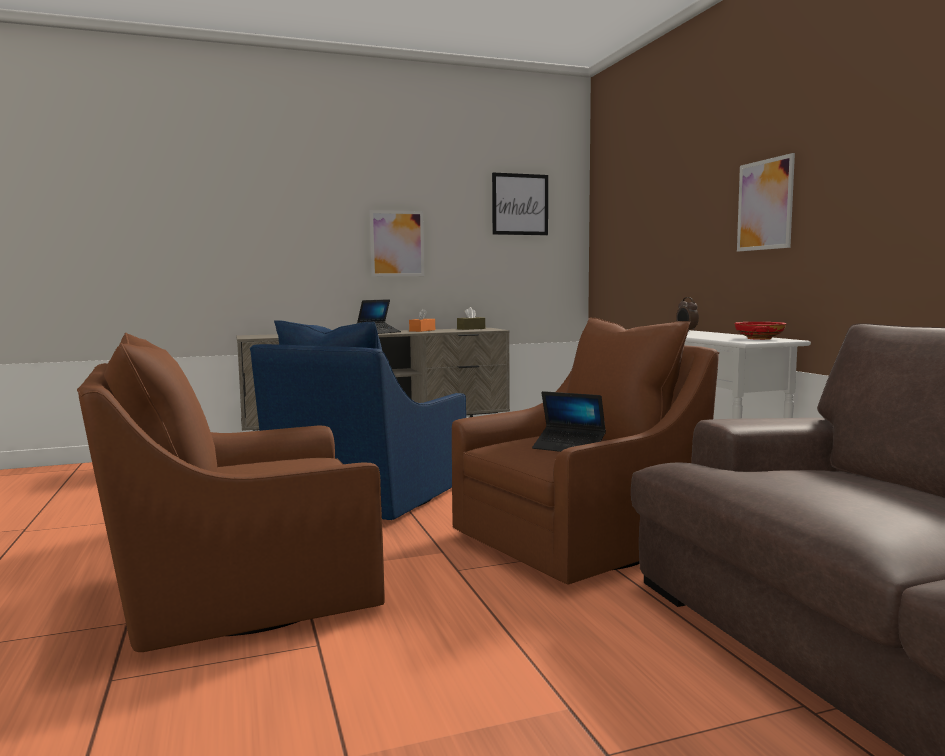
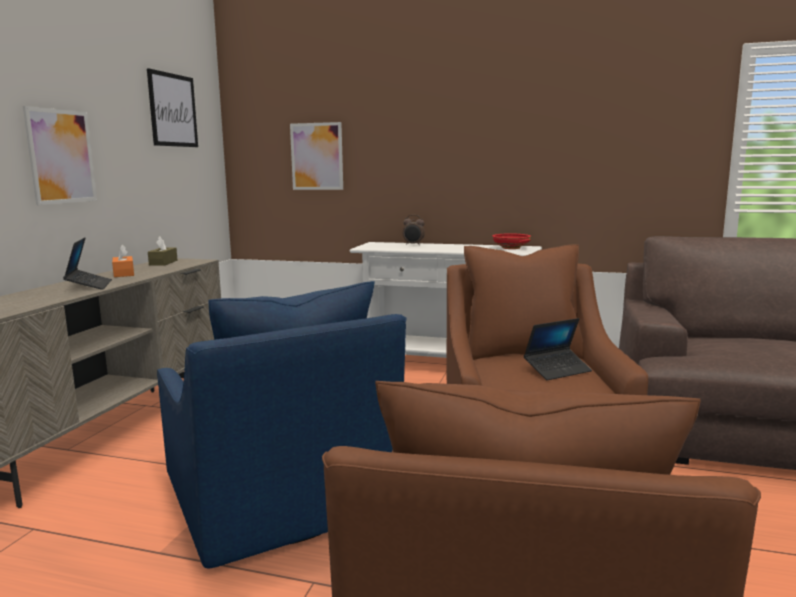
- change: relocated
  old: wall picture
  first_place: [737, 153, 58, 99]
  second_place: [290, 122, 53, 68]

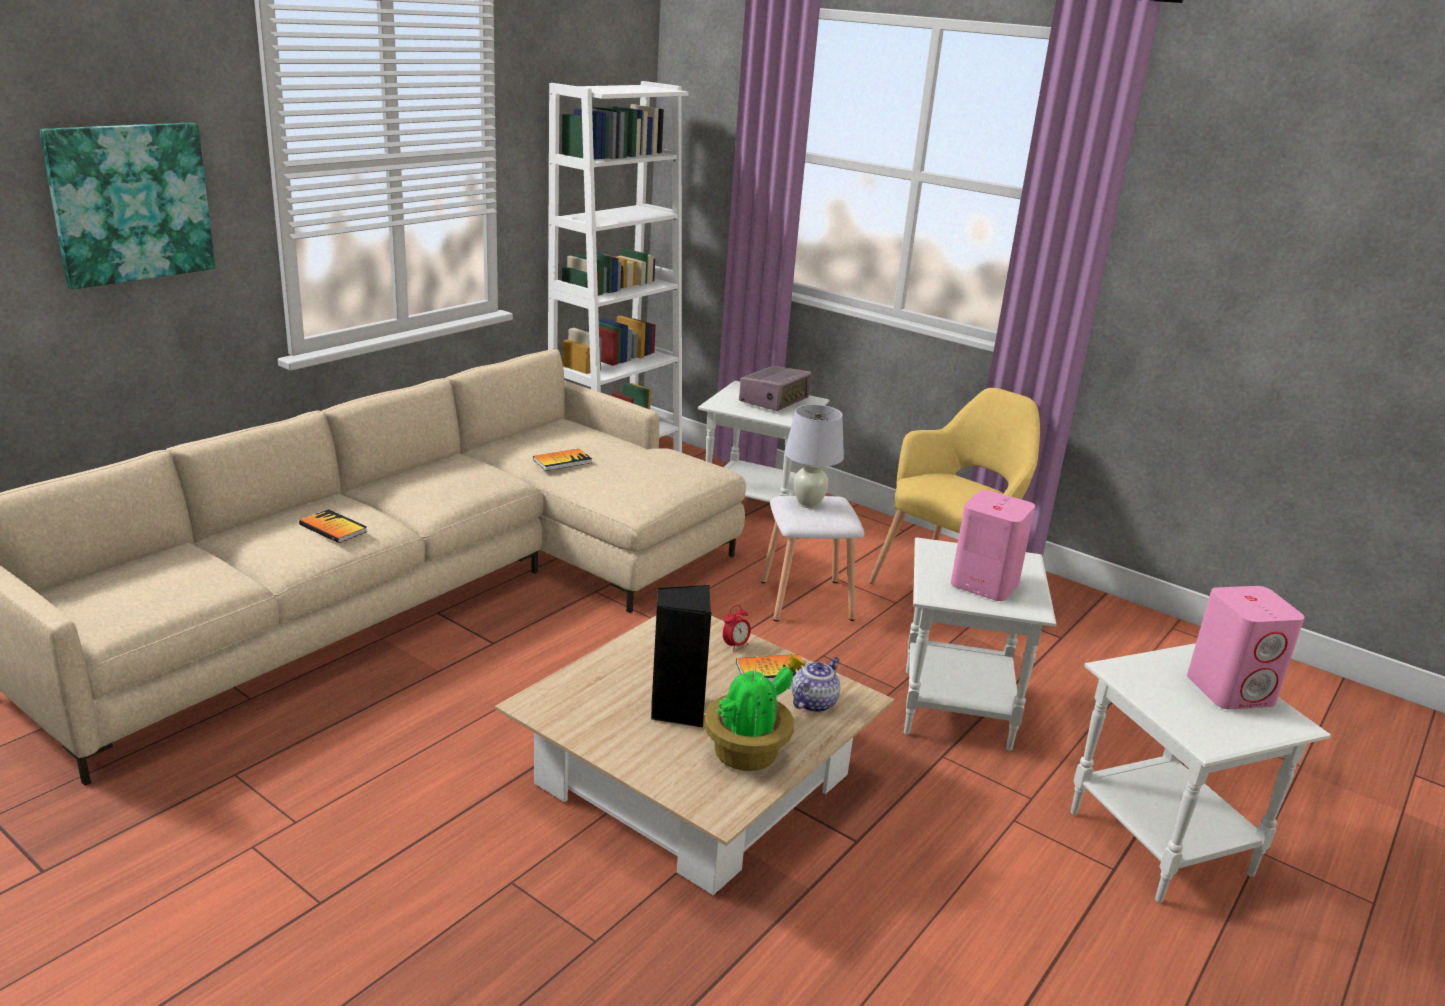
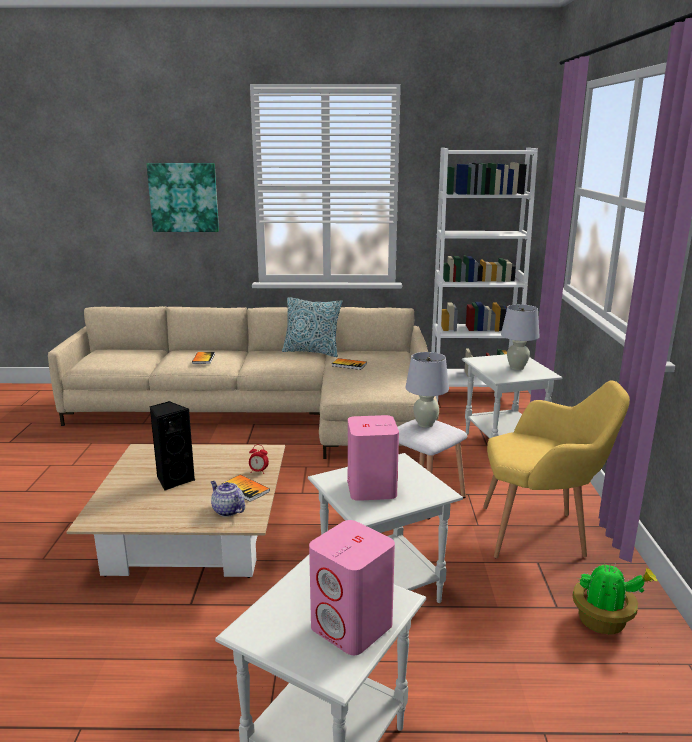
- change: appeared
  new: pillow
  second_place: [282, 297, 60, 60]
- change: relocated
  old: houseplant
  first_place: [704, 654, 101, 117]
  second_place: [572, 561, 86, 73]
- change: exchanged
  old: radio
  new: white-coloured tabletop lamp
  first_place: [739, 366, 73, 45]
  second_place: [501, 304, 39, 66]
- change: spun
  old: pot for tea
  first_place: [792, 657, 48, 56]
  second_place: [211, 481, 34, 36]
  degrees: -135

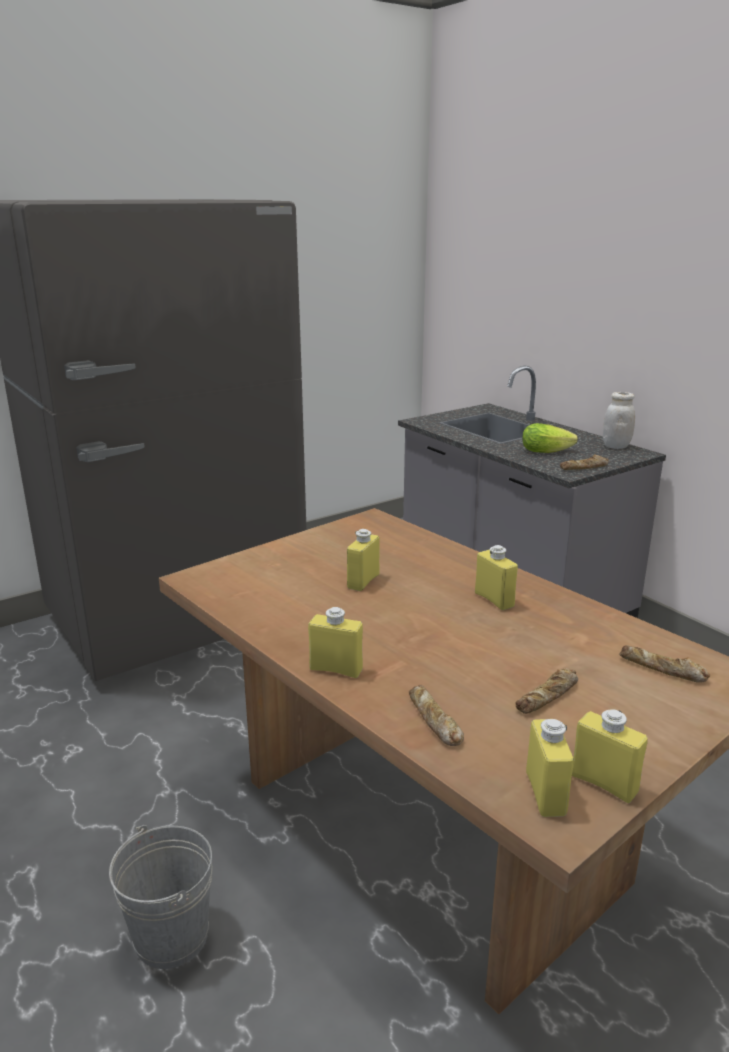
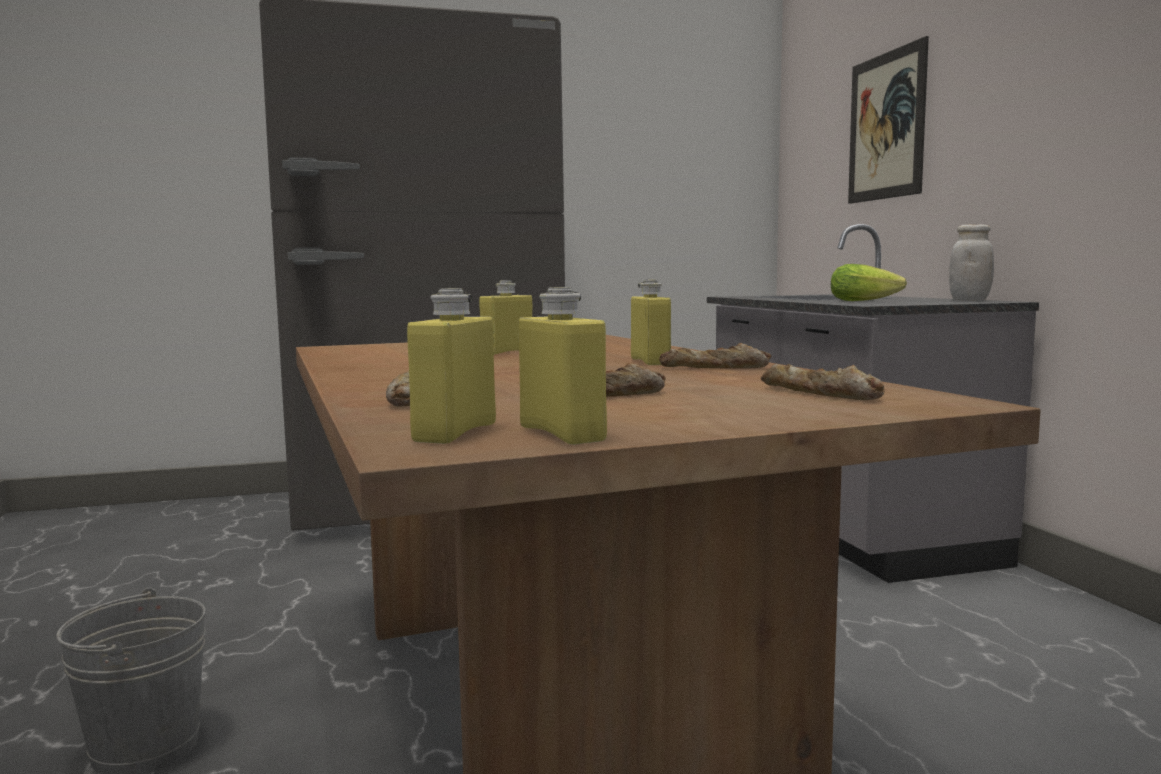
- change: missing
  old: yellowish bottle
  first_place: [308, 607, 55, 71]
- change: appeared
  new: wall picture
  second_place: [848, 36, 81, 168]
- change: relocated
  old: baked bread
  first_place: [560, 454, 48, 16]
  second_place: [659, 343, 112, 25]

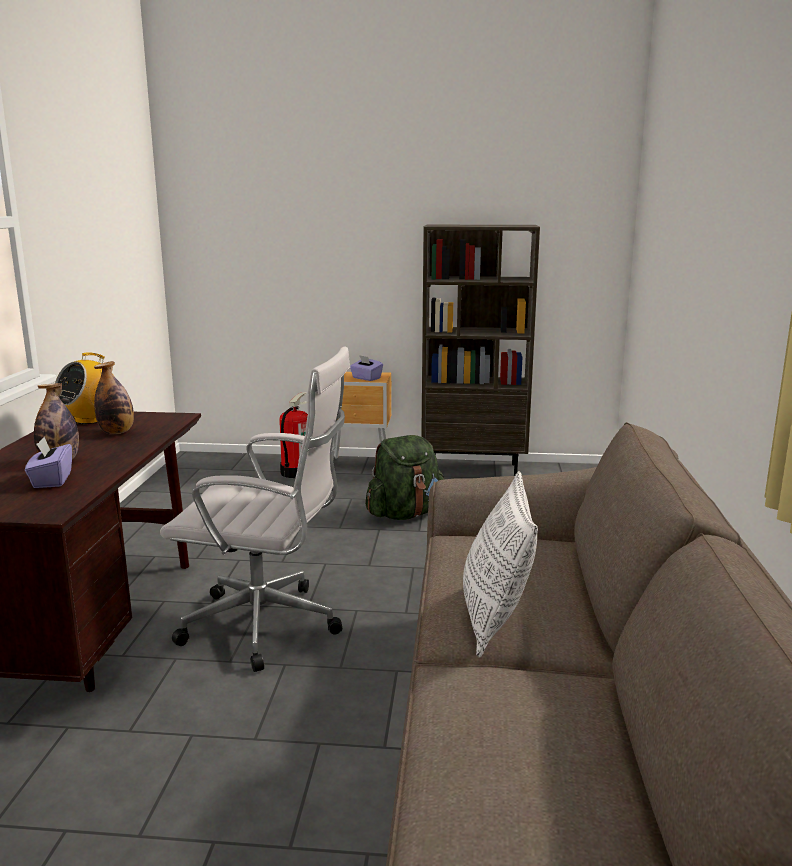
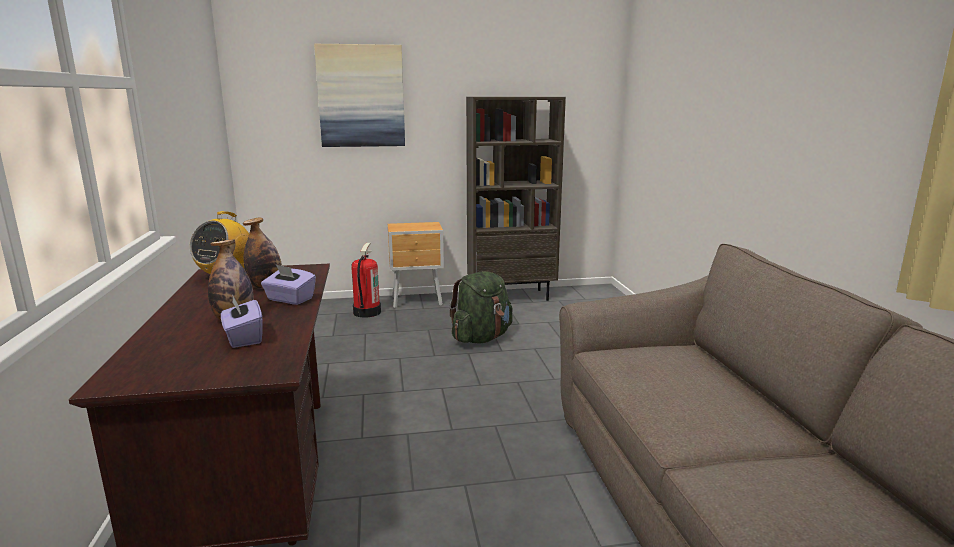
- change: missing
  old: white-coloured computer chair
  first_place: [160, 346, 190, 326]
- change: missing
  old: pillow
  first_place: [463, 471, 75, 187]
- change: appeared
  new: wall picture
  second_place: [314, 44, 91, 103]
- change: relocated
  old: purplish tissue holder
  first_place: [350, 355, 33, 26]
  second_place: [261, 264, 55, 41]

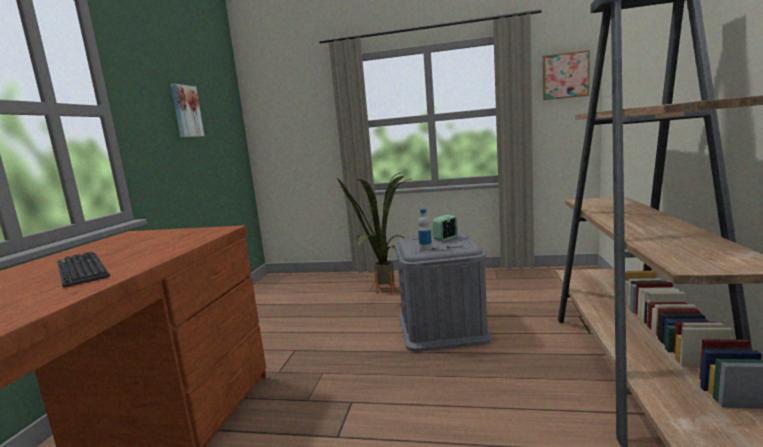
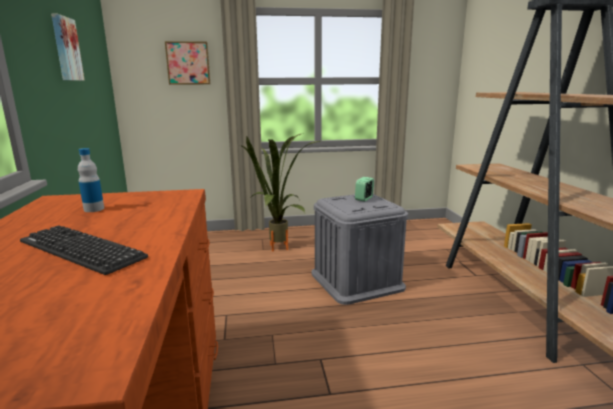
- change: relocated
  old: bottle
  first_place: [418, 208, 14, 43]
  second_place: [78, 148, 26, 64]
- change: relocated
  old: wall picture
  first_place: [543, 50, 47, 50]
  second_place: [165, 41, 45, 44]

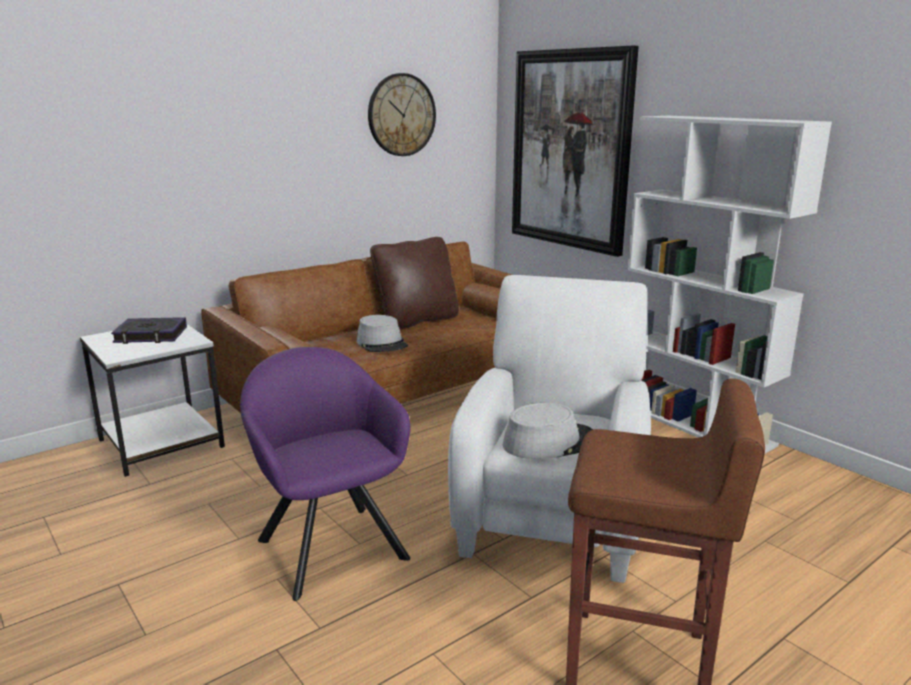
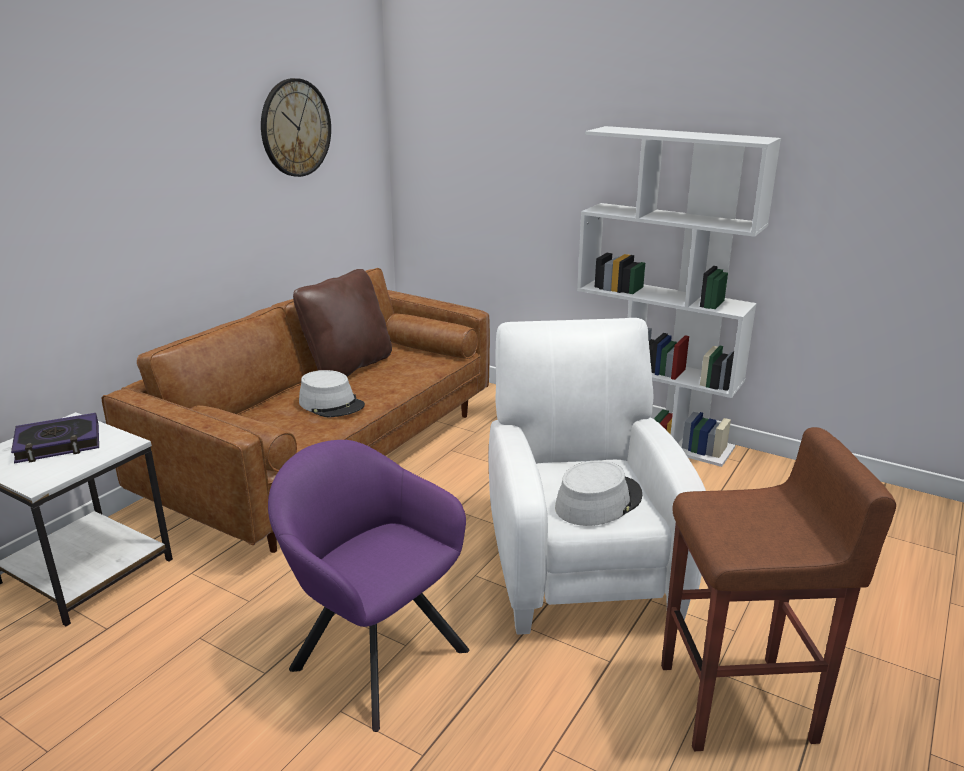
- change: missing
  old: wall picture
  first_place: [512, 46, 127, 211]

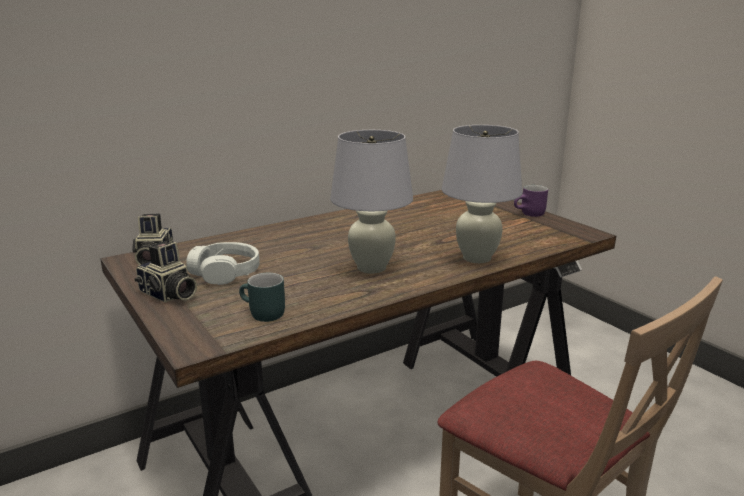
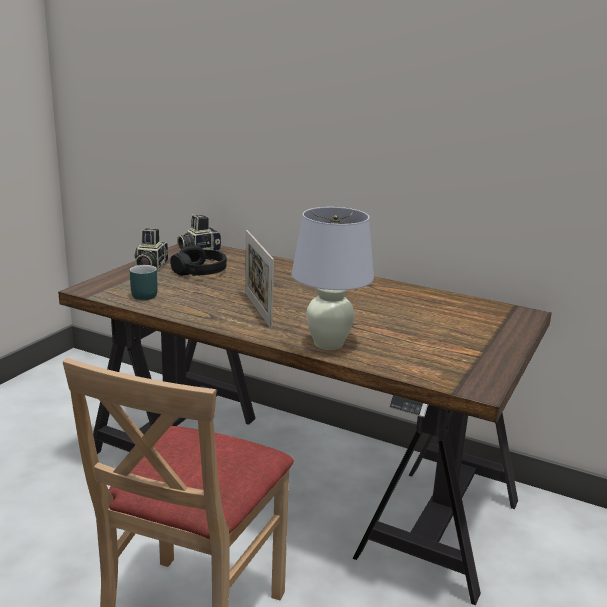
- change: missing
  old: purplish coffee mug
  first_place: [514, 185, 34, 32]
- change: exchanged
  old: white-coloured tabletop lamp
  new: standing frame
  first_place: [330, 130, 83, 144]
  second_place: [245, 230, 29, 99]
- change: colour
  old: white-coloured headset
  new: blackish headset
  first_place: [186, 242, 74, 43]
  second_place: [170, 245, 57, 31]

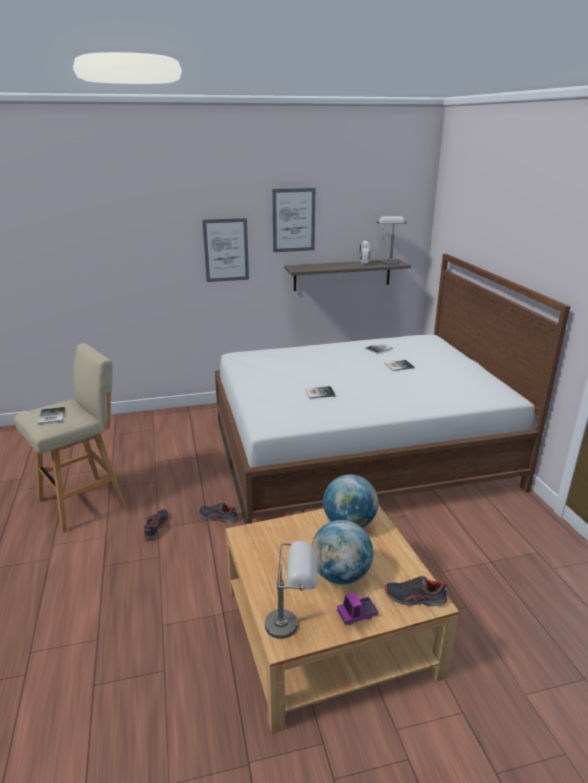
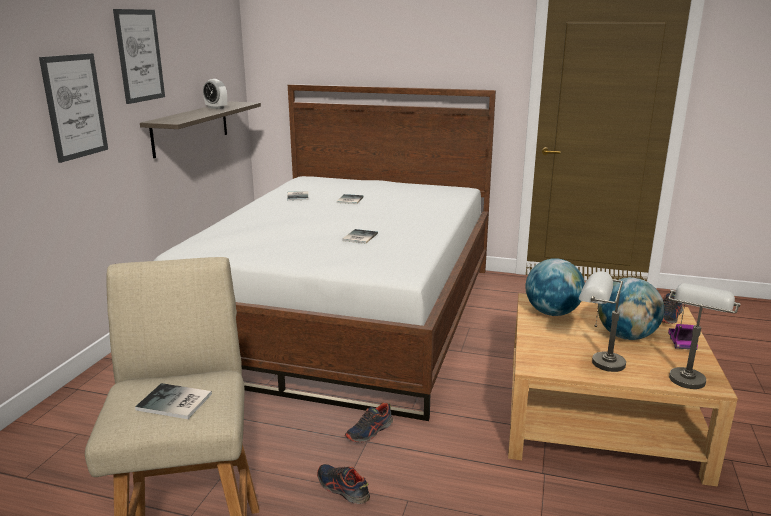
- change: relocated
  old: gray tabletop lamp
  first_place: [376, 216, 32, 49]
  second_place: [579, 271, 47, 101]

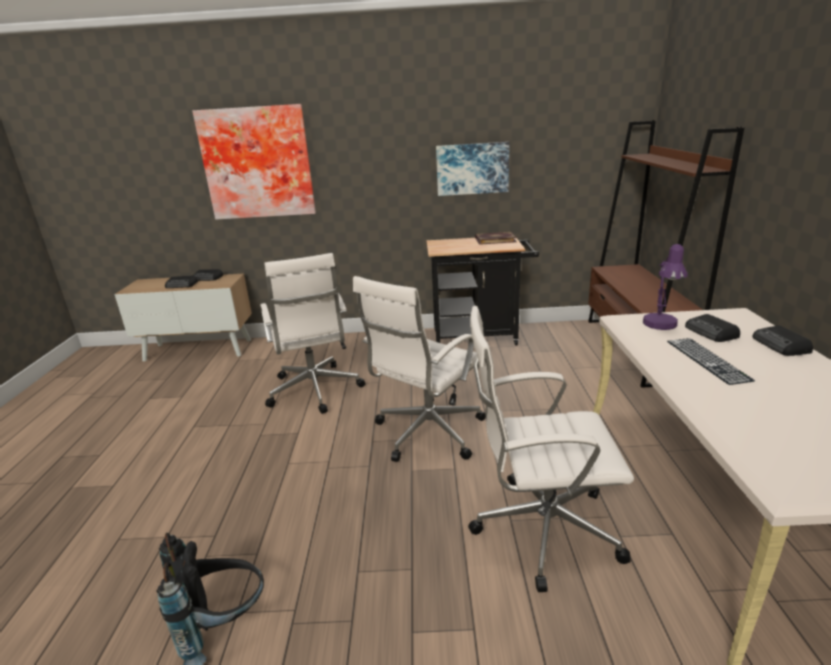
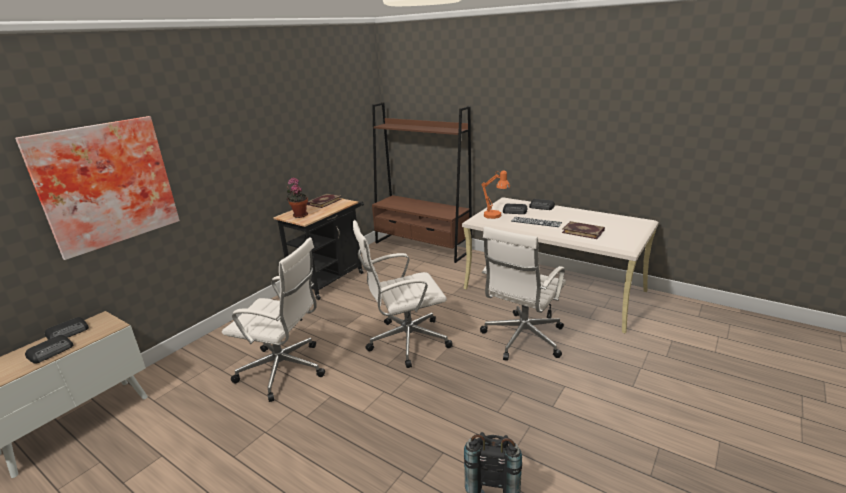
- change: missing
  old: wall picture
  first_place: [436, 142, 73, 54]
- change: appeared
  new: houseplant
  second_place: [286, 178, 22, 40]
- change: appeared
  new: volume
  second_place: [562, 221, 43, 18]
- change: colour
  old: purplish tabletop lamp
  new: orangey tabletop lamp
  first_place: [643, 244, 45, 86]
  second_place: [481, 170, 29, 49]
- change: spun
  old: white-coloured computer chair
  first_place: [353, 276, 133, 186]
  second_place: [353, 220, 100, 148]
  degrees: 90

